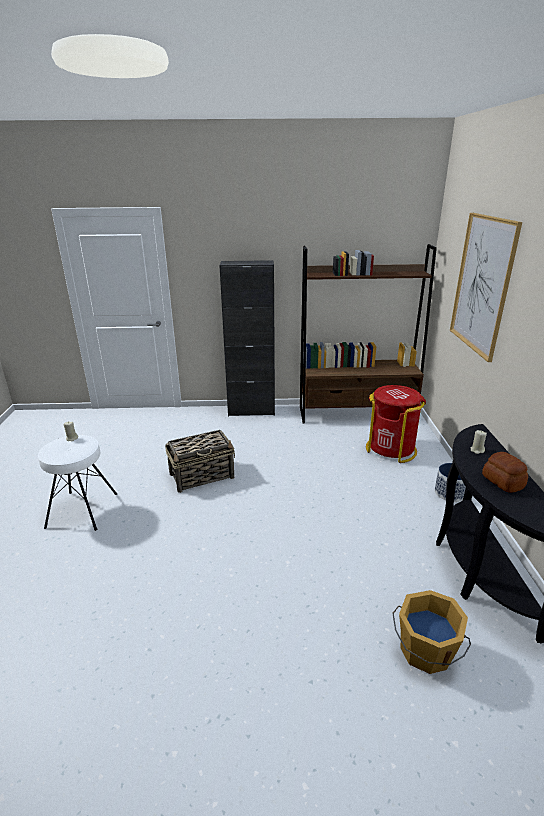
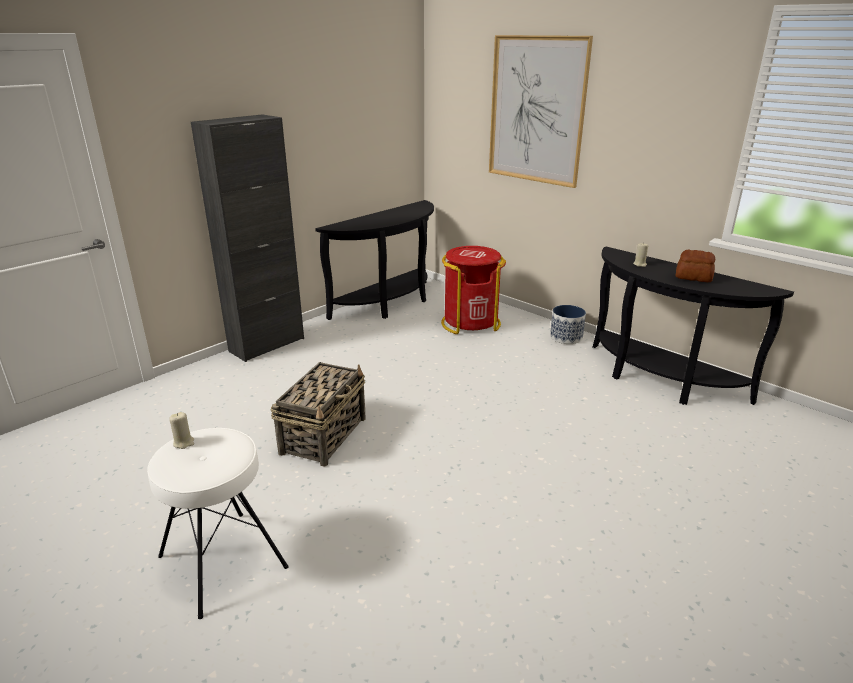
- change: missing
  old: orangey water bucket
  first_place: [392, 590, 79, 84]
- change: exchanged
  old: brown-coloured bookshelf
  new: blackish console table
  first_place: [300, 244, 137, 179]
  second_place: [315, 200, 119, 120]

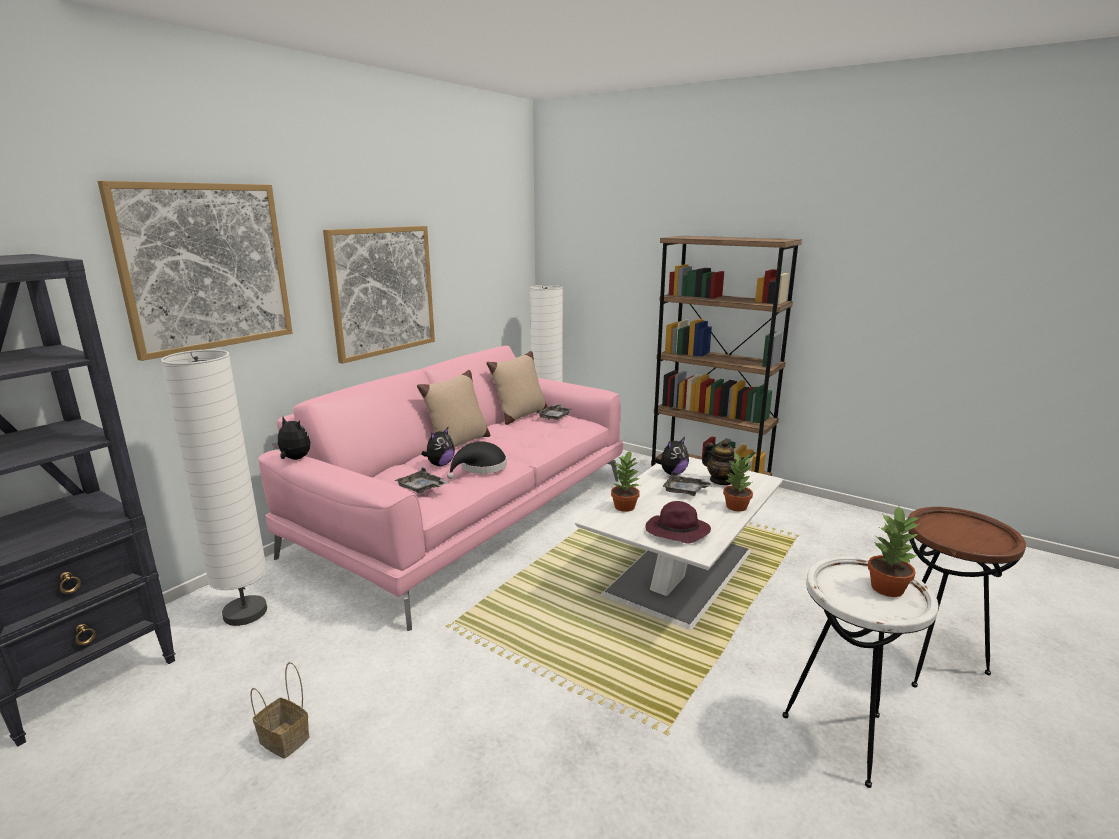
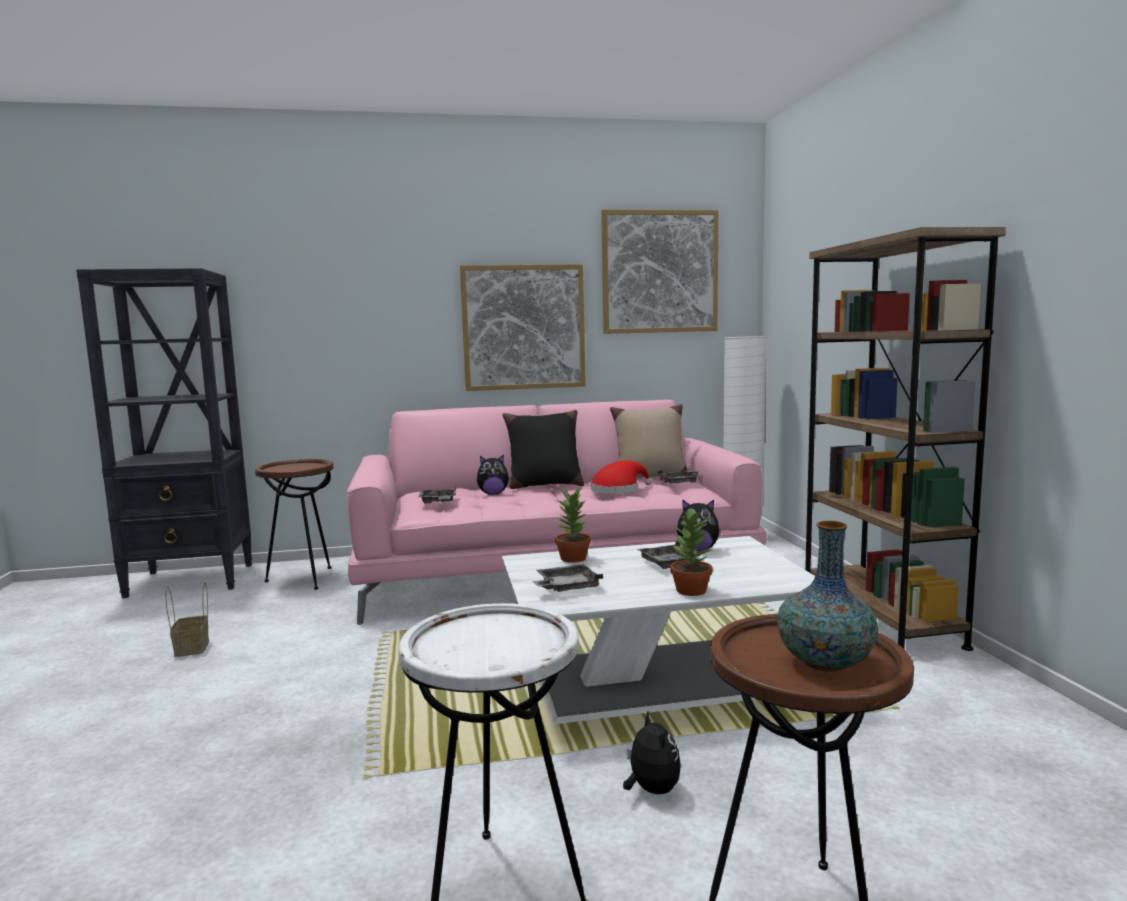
- change: missing
  old: blackish wearable hat
  first_place: [447, 441, 60, 38]
- change: missing
  old: pot for tea
  first_place: [702, 440, 42, 45]
- change: missing
  old: houseplant
  first_place: [868, 506, 52, 91]
- change: appeared
  new: red-coloured wearable hat
  second_place: [591, 460, 61, 34]
- change: appeared
  new: decorative vase
  second_place: [777, 521, 101, 151]
- change: relocated
  old: wall picture
  first_place: [98, 181, 195, 180]
  second_place: [601, 210, 117, 124]
- change: relocated
  old: cuddly toy
  first_place: [273, 417, 37, 43]
  second_place: [623, 711, 58, 83]
- change: exchanged
  old: white-coloured floor lamp
  new: brown-coloured side table
  first_place: [161, 349, 106, 277]
  second_place: [255, 459, 79, 131]
- change: exchanged
  old: purplish wearable hat
  new: gray serving tray
  first_place: [645, 501, 66, 43]
  second_place: [533, 564, 70, 28]
- change: colour
  old: beige pillow
  new: blackish pillow
  first_place: [417, 370, 74, 77]
  second_place: [503, 410, 81, 79]

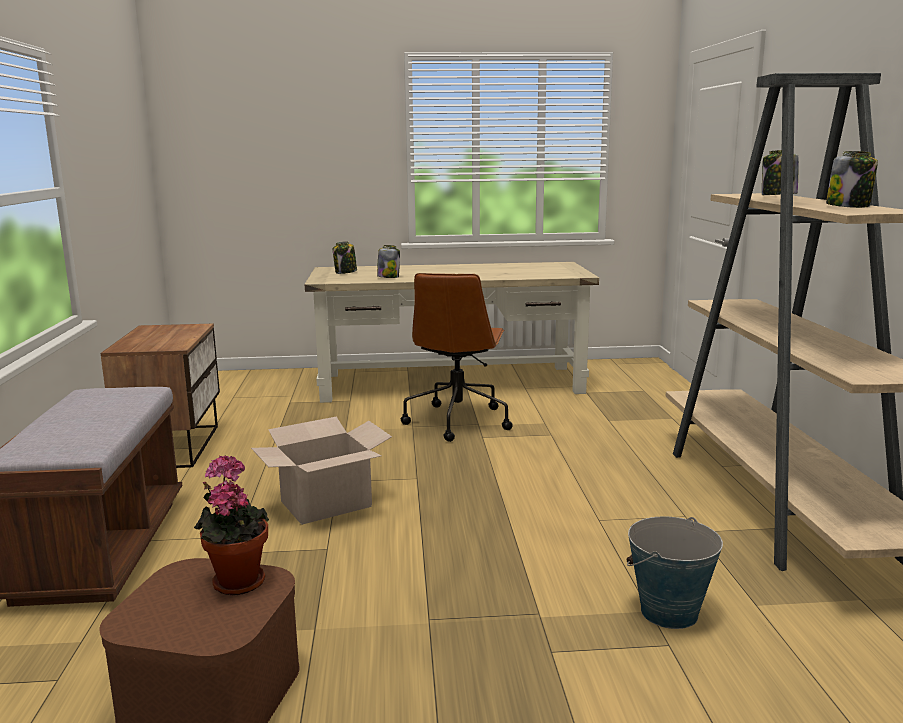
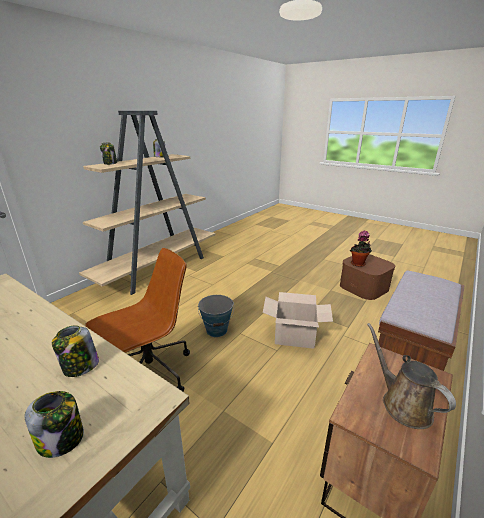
- change: appeared
  new: brown-coloured watering pot
  second_place: [367, 323, 89, 106]
- change: relocated
  old: water bucket
  first_place: [627, 517, 96, 112]
  second_place: [198, 295, 36, 42]

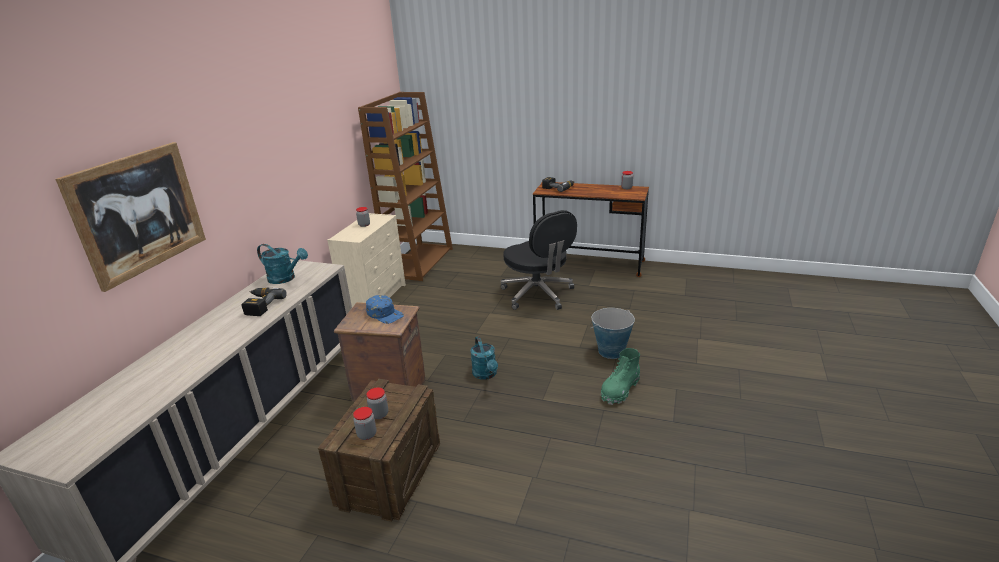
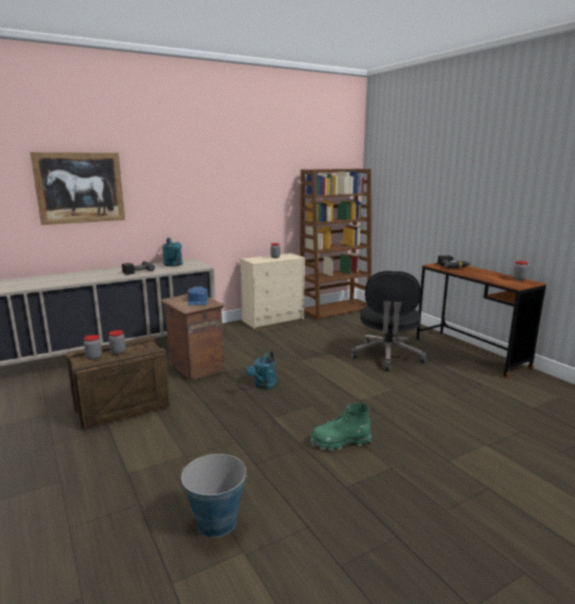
- change: relocated
  old: water bucket
  first_place: [591, 308, 44, 51]
  second_place: [181, 454, 67, 84]

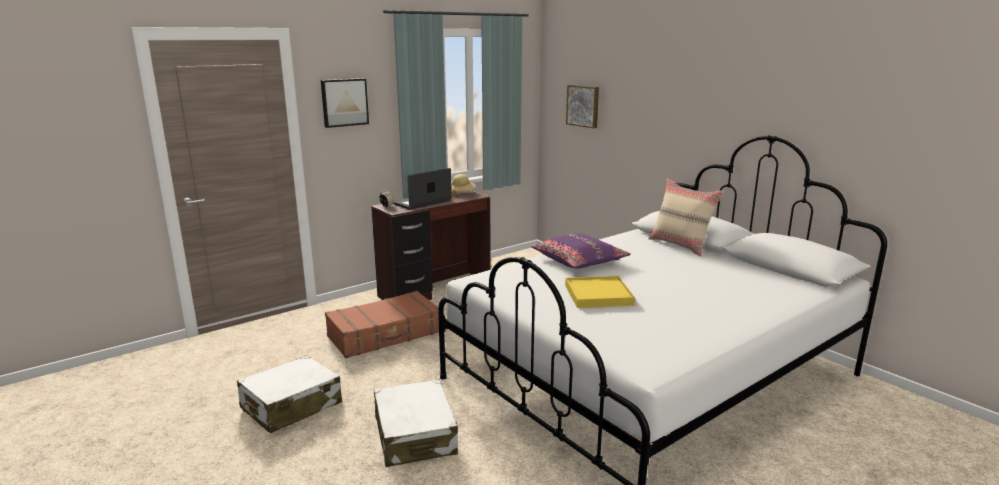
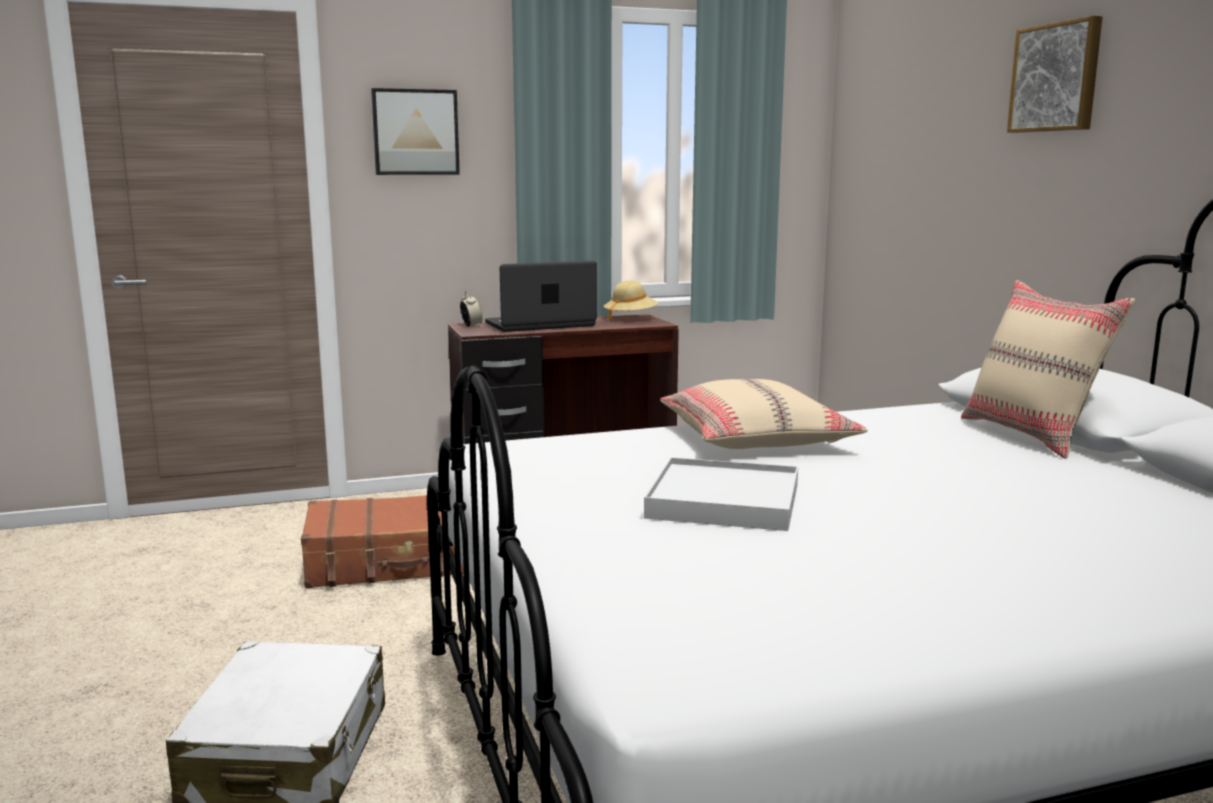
- change: missing
  old: white-coloured travel case
  first_place: [237, 355, 105, 78]
- change: relocated
  old: wall picture
  first_place: [566, 85, 33, 43]
  second_place: [1007, 16, 95, 117]
- change: colour
  old: purplish pillow
  new: beige pillow
  first_place: [531, 233, 100, 36]
  second_place: [660, 379, 208, 70]
- change: colour
  old: yellowish serving tray
  new: white-coloured serving tray
  first_place: [565, 276, 70, 32]
  second_place: [644, 457, 154, 74]

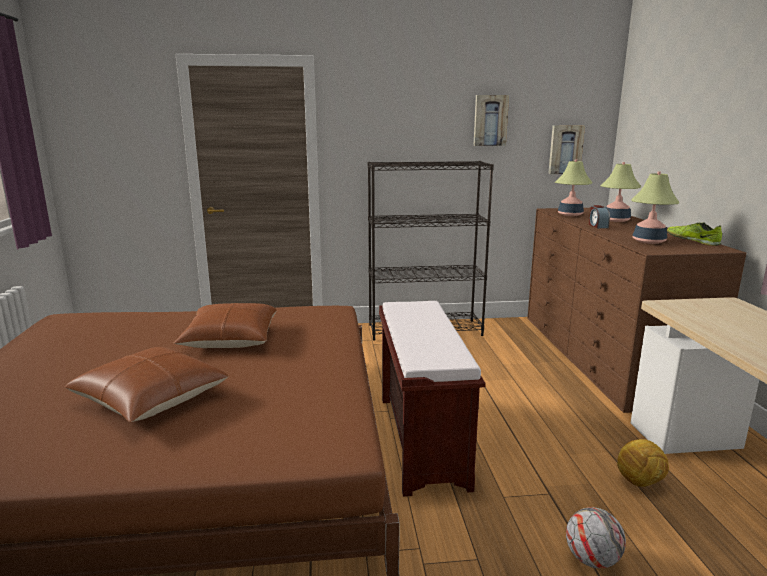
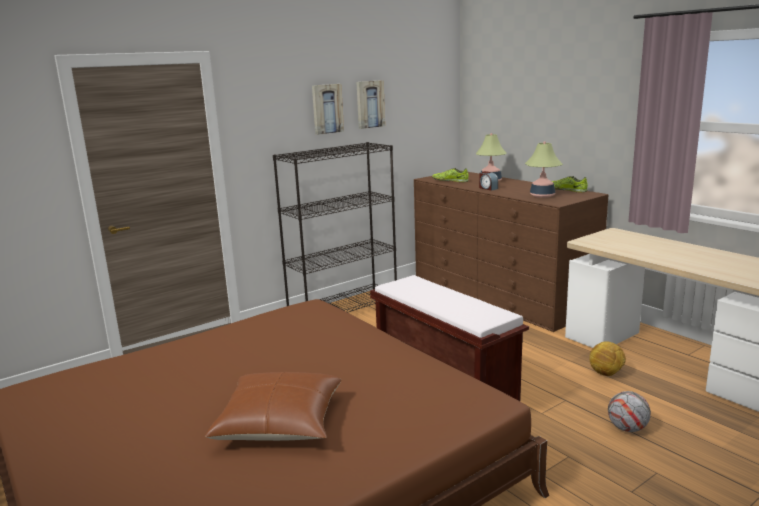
- change: missing
  old: brown-coloured pillow
  first_place: [173, 303, 104, 45]
- change: relocated
  old: wall picture
  first_place: [548, 125, 37, 49]
  second_place: [312, 84, 32, 51]
- change: exchanged
  old: tabletop lamp
  new: item of footwear
  first_place: [555, 160, 38, 56]
  second_place: [432, 168, 37, 14]

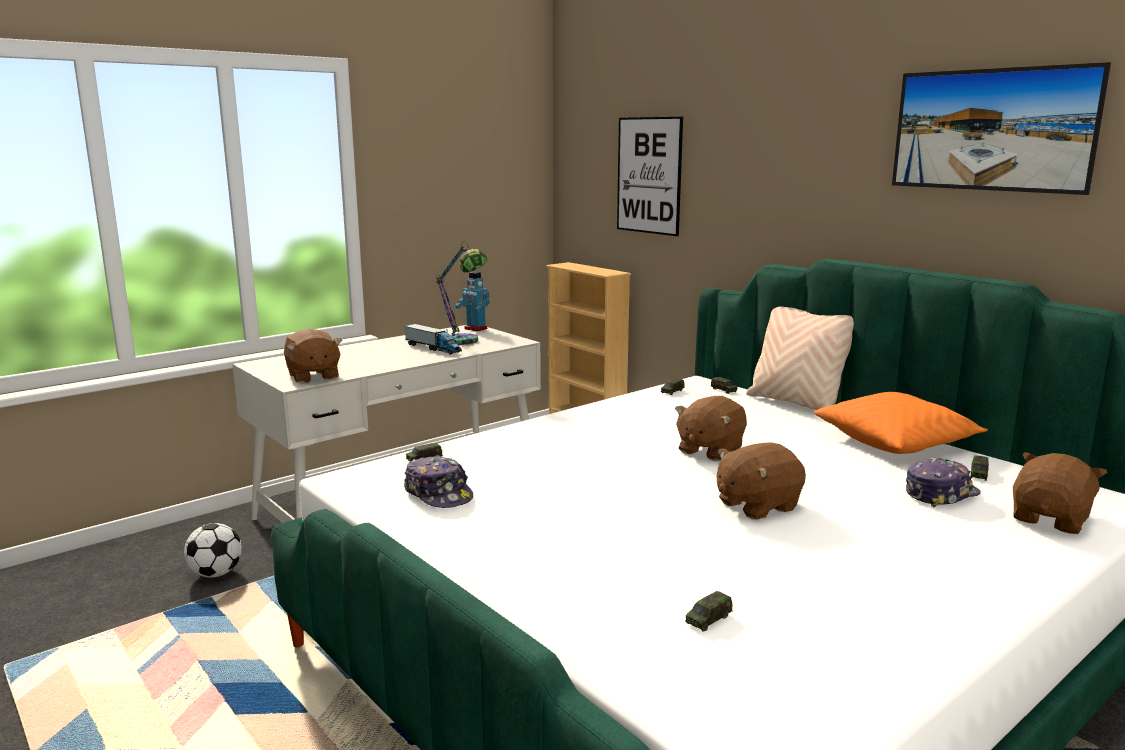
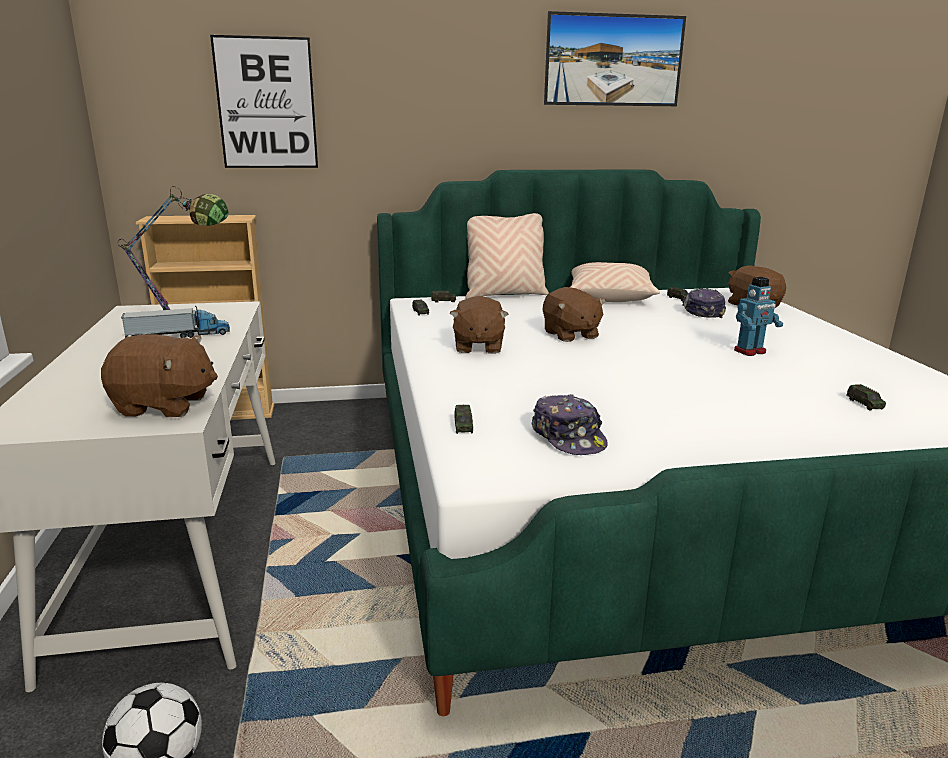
- change: relocated
  old: model robot
  first_place: [455, 272, 35, 59]
  second_place: [734, 277, 49, 79]
- change: relocated
  old: brown-coloured cuddly toy
  first_place: [717, 442, 89, 78]
  second_place: [450, 296, 58, 58]
- change: colour
  old: orangey pillow
  new: beige pillow
  first_place: [814, 392, 174, 62]
  second_place: [570, 262, 90, 40]
- change: spun
  old: peaked cap
  first_place: [404, 455, 69, 53]
  second_place: [532, 394, 76, 61]
  degrees: 75

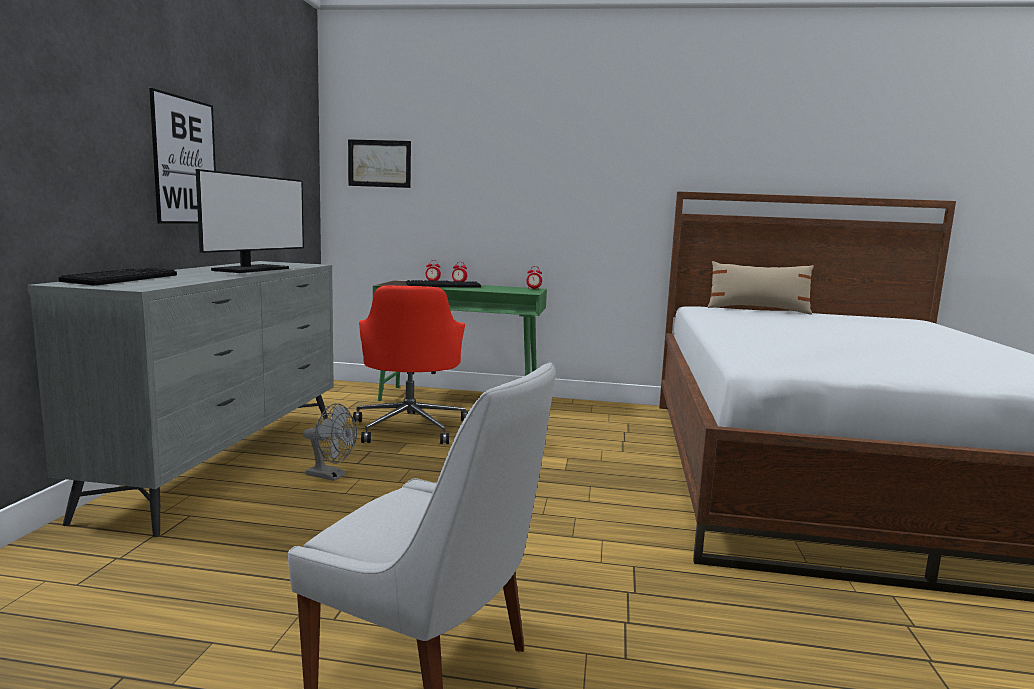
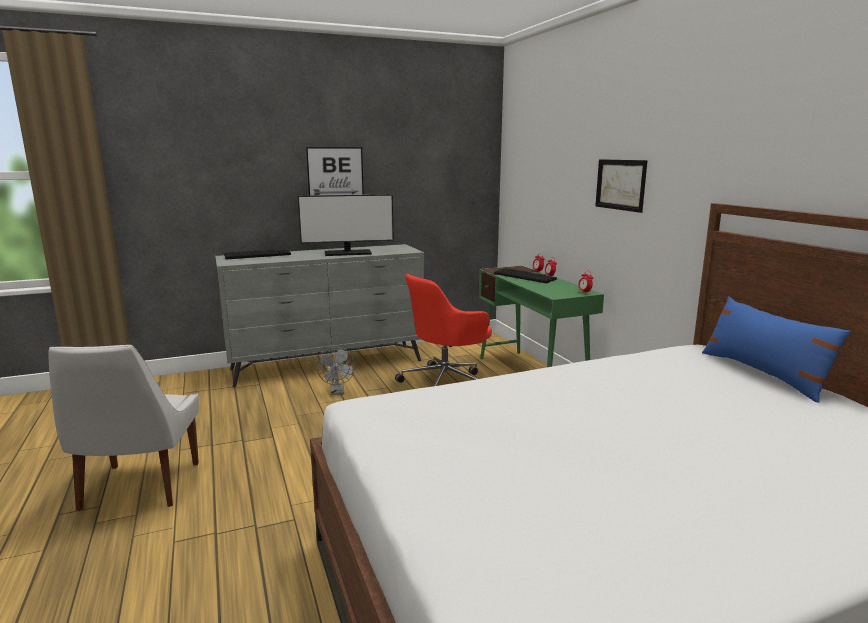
- change: relocated
  old: wall picture
  first_place: [348, 139, 63, 49]
  second_place: [595, 159, 53, 54]
- change: colour
  old: beige pillow
  new: bluish pillow
  first_place: [707, 261, 107, 53]
  second_place: [702, 296, 149, 107]

